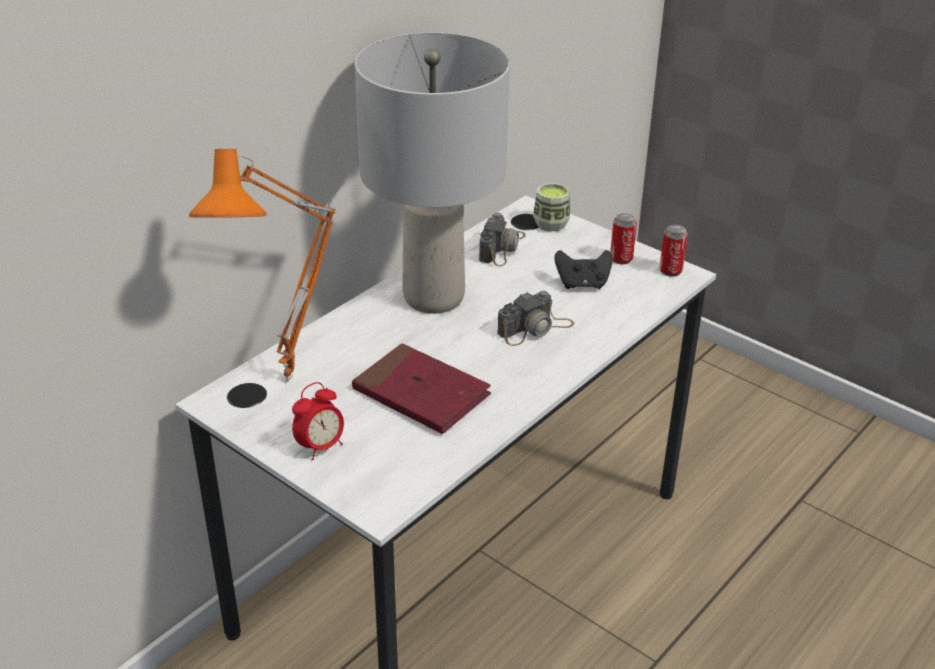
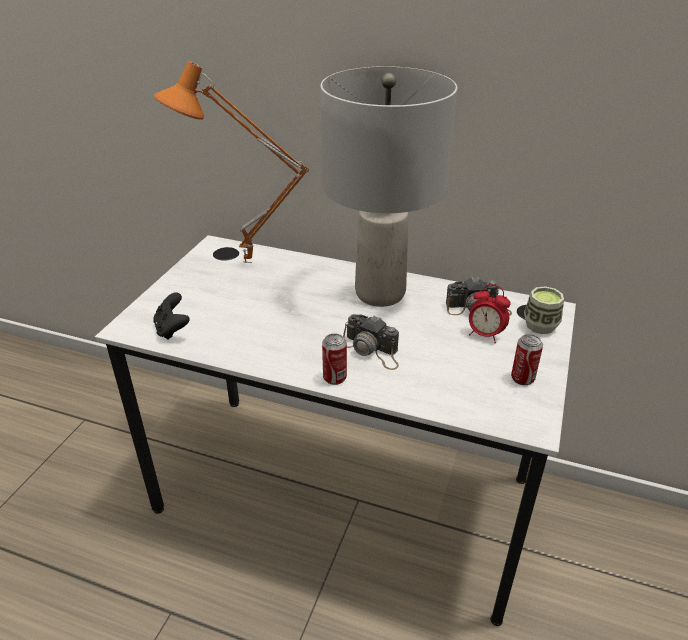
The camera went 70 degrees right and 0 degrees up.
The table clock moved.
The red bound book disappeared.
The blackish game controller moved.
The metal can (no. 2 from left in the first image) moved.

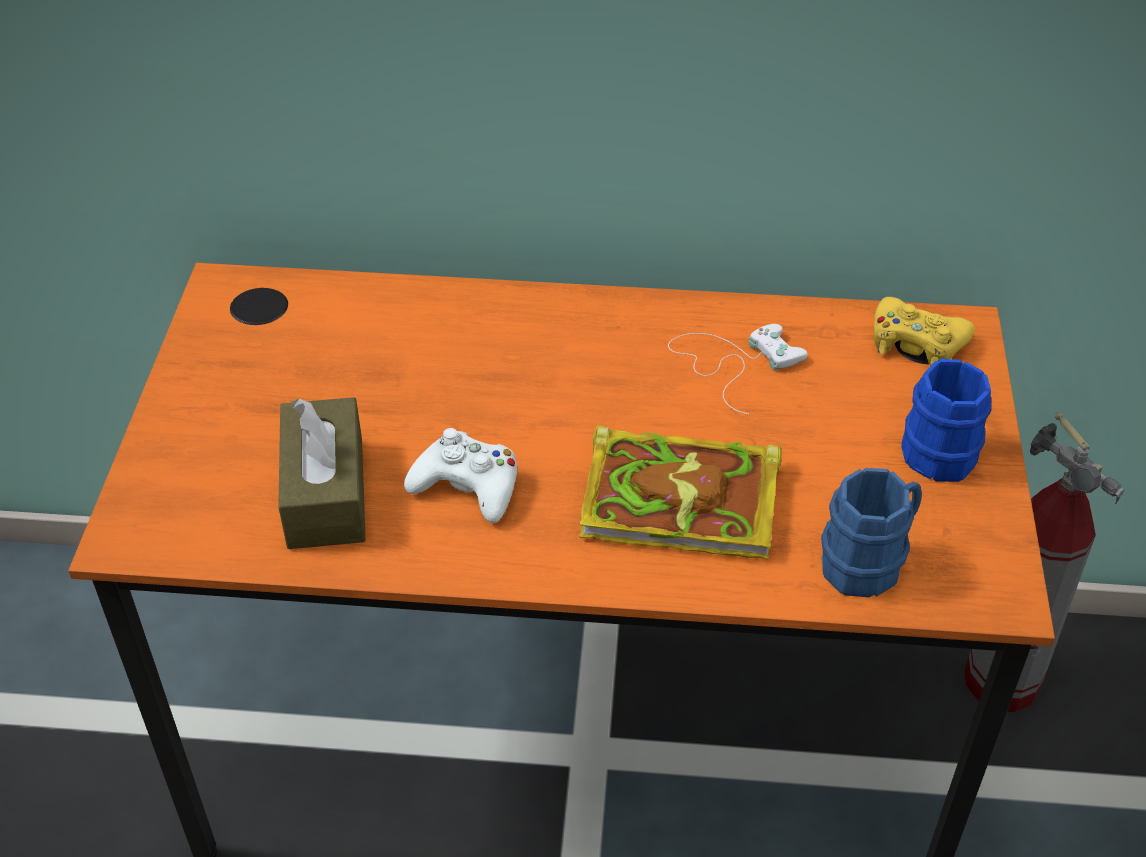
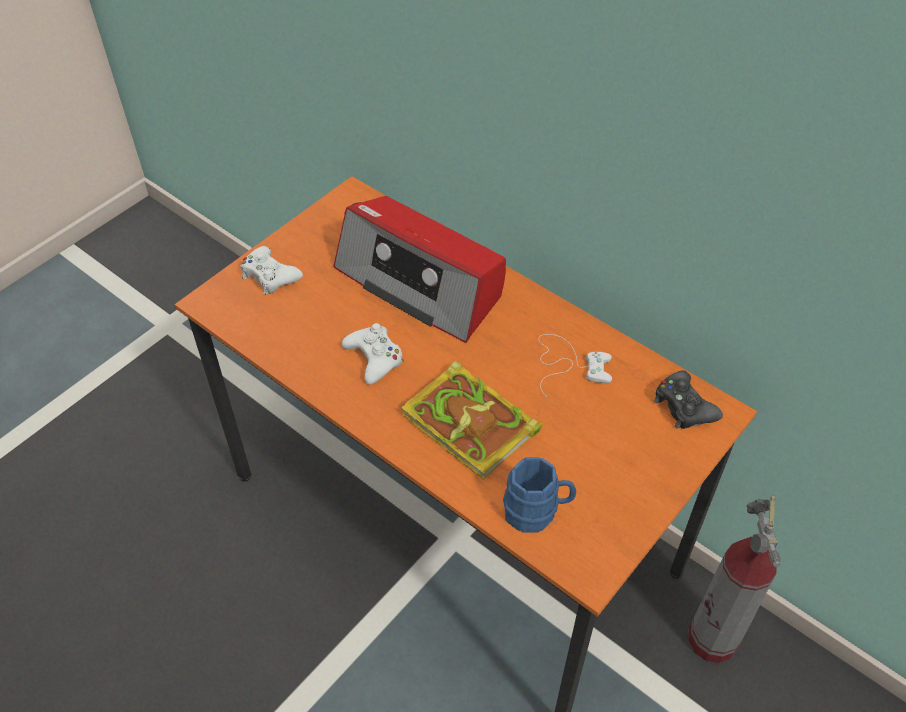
The camera went 35 degrees right and 5 degrees up.
The brownish tissue box disappeared.
The yellowish game controller became the blackish game controller.
The blue-coloured tea mug (no. 2 from left) disappeared.
The white game controller (no. 1 from left) appeared.
The radio receiver appeared.

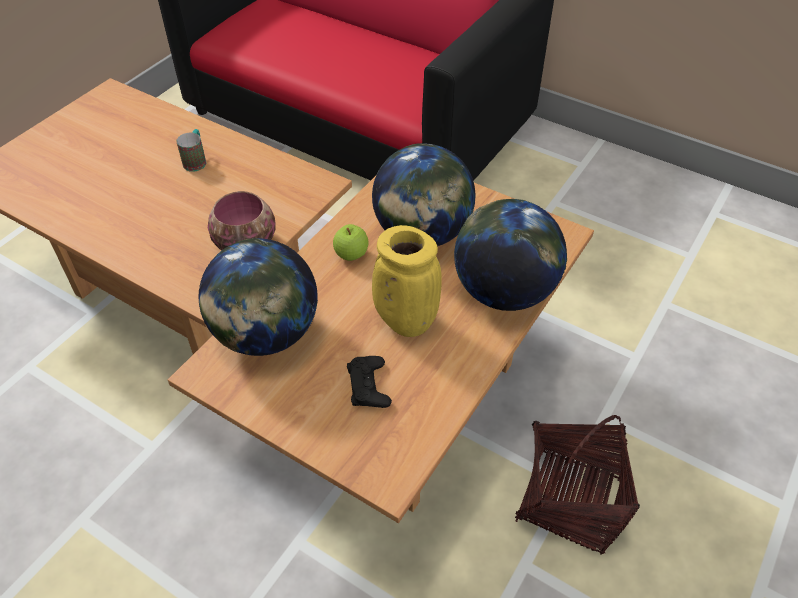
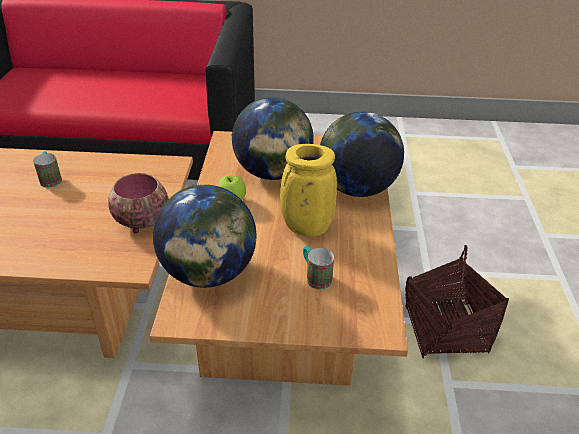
The camera went 30 degrees left and 10 degrees down.
The blackish game controller was replaced by the tea mug (no. 2 from left).

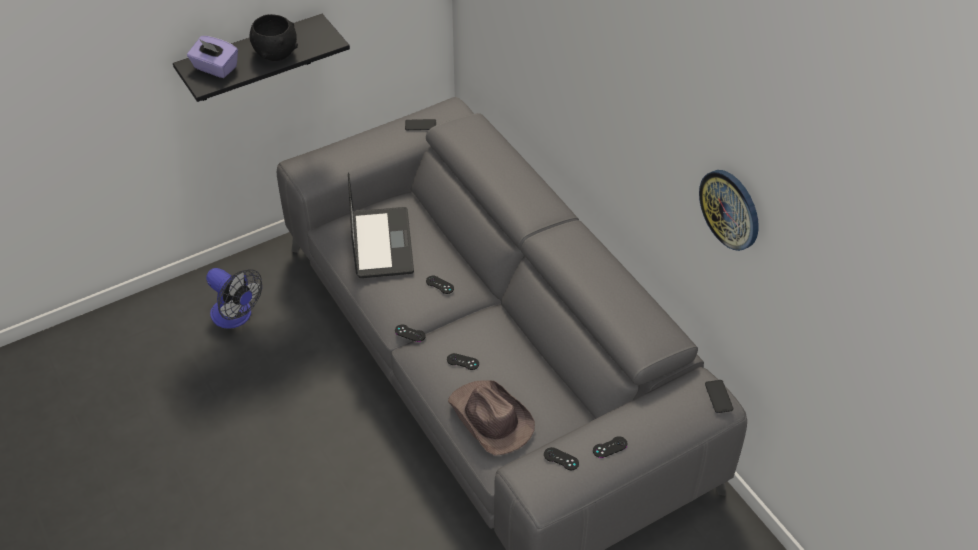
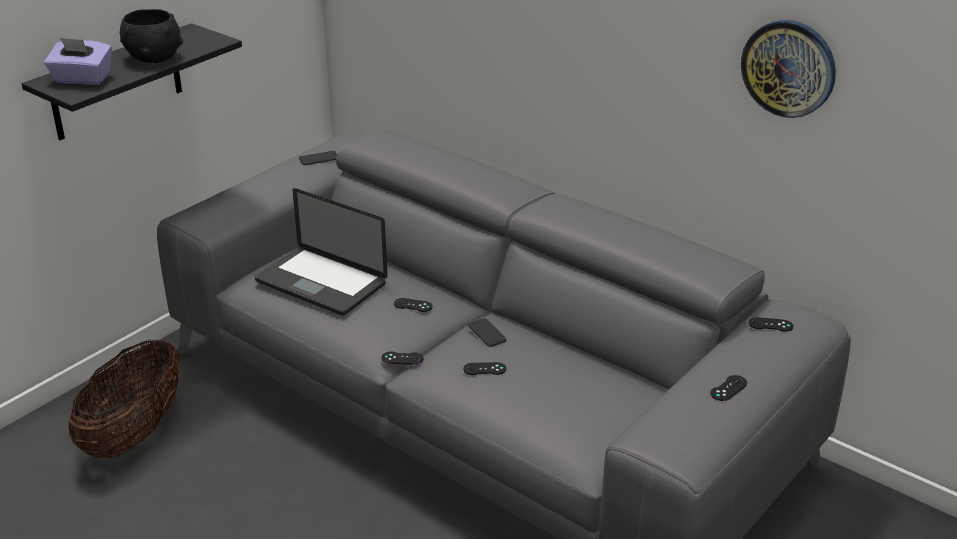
The camera went 20 degrees left and 15 degrees down.
The cooling fan was replaced by the storage basket.
The portable computer turned 150 degrees clockwise.
The brownish clothing hat disappeared.
The blackish game controller (no. 4 from left in the first image) moved.
The phone (no. 2 from left) moved.

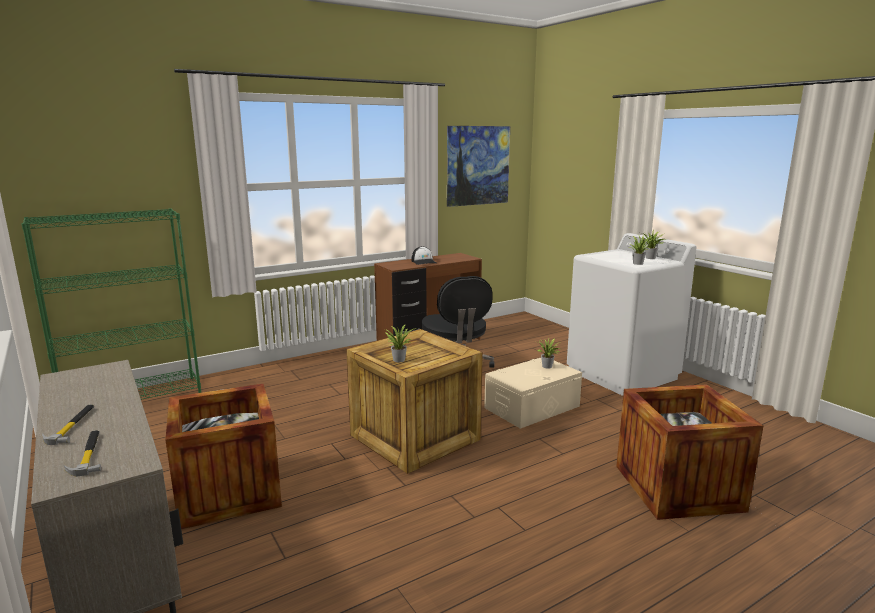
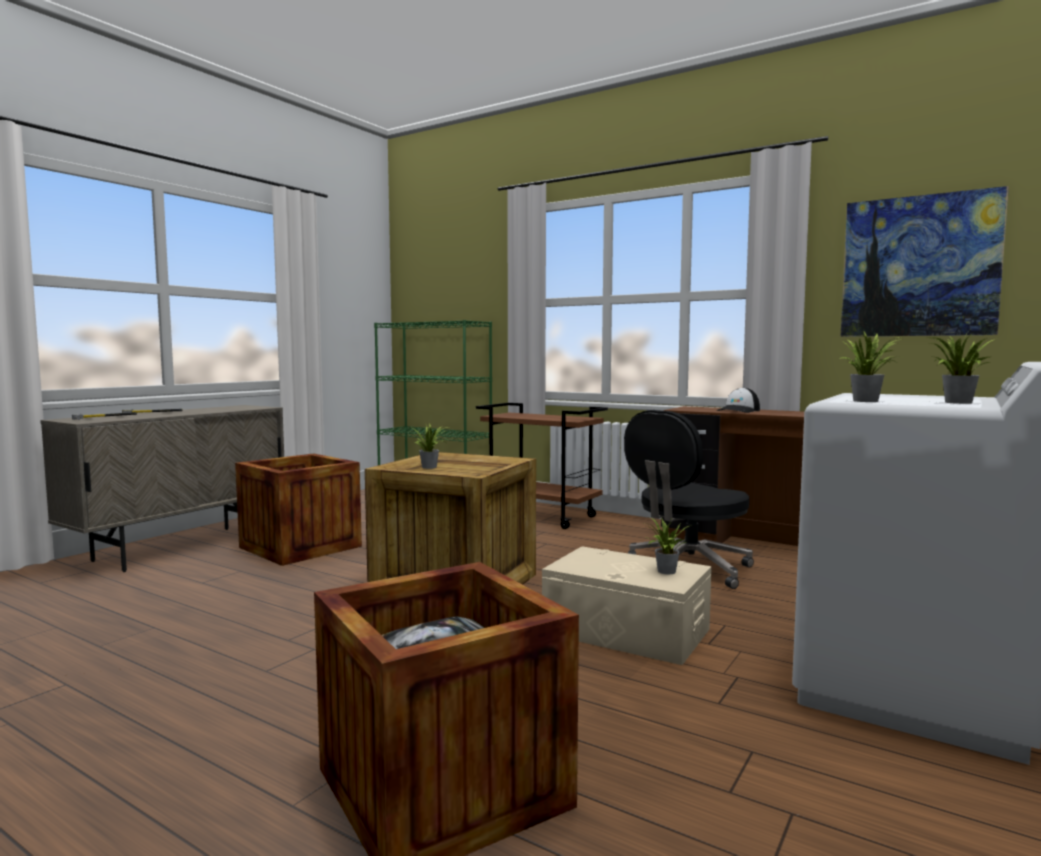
The camera went 65 degrees right and 10 degrees down.
The brownish wheeled cart appeared.

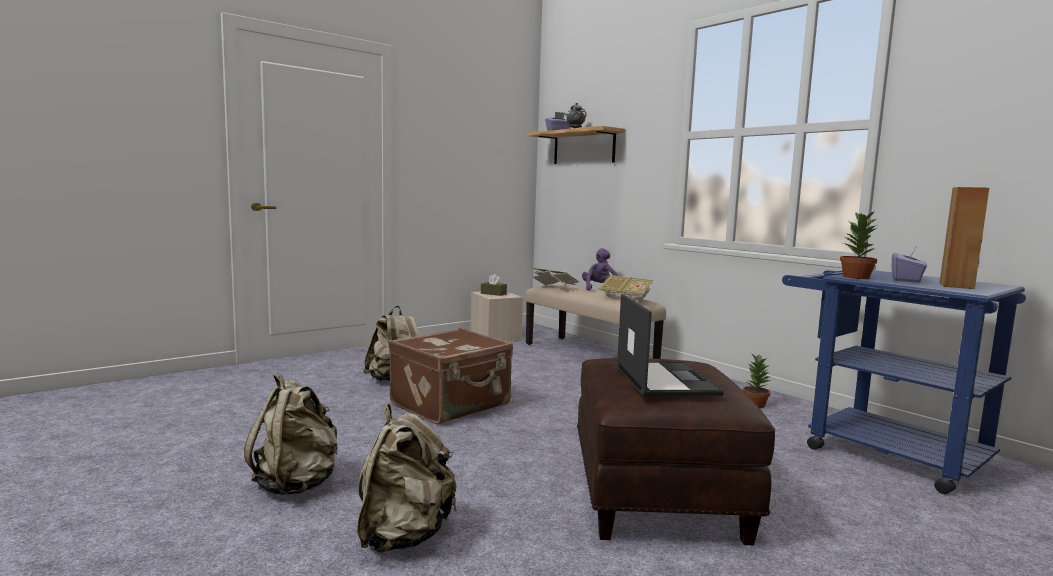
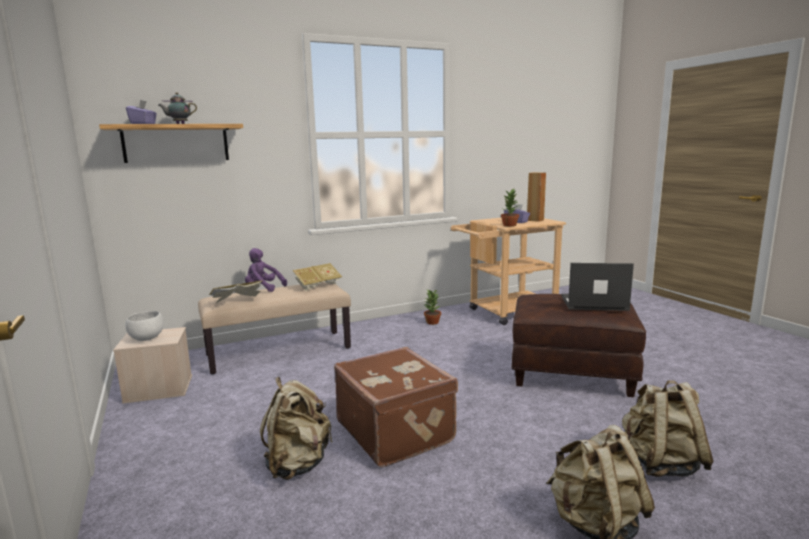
The camera went 75 degrees left and 5 degrees up.
The brownish tissue box was replaced by the white bowl.
The blue-coloured wheeled cart became the sand-coloured wheeled cart.

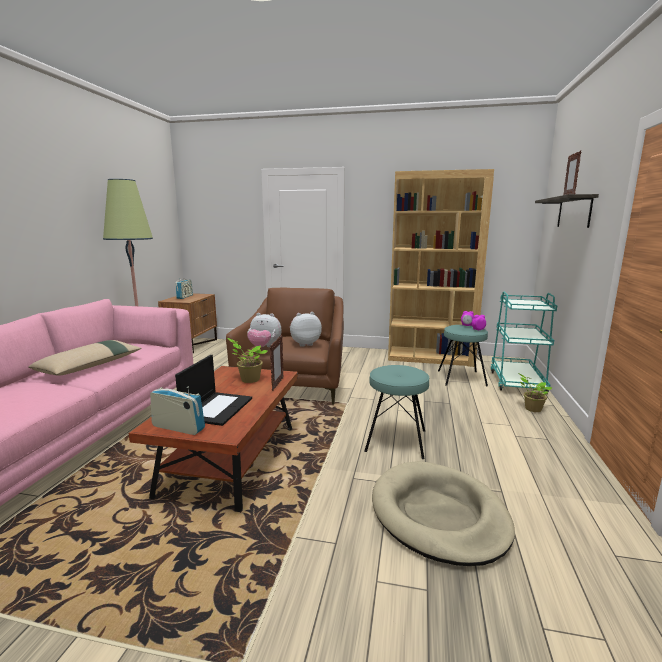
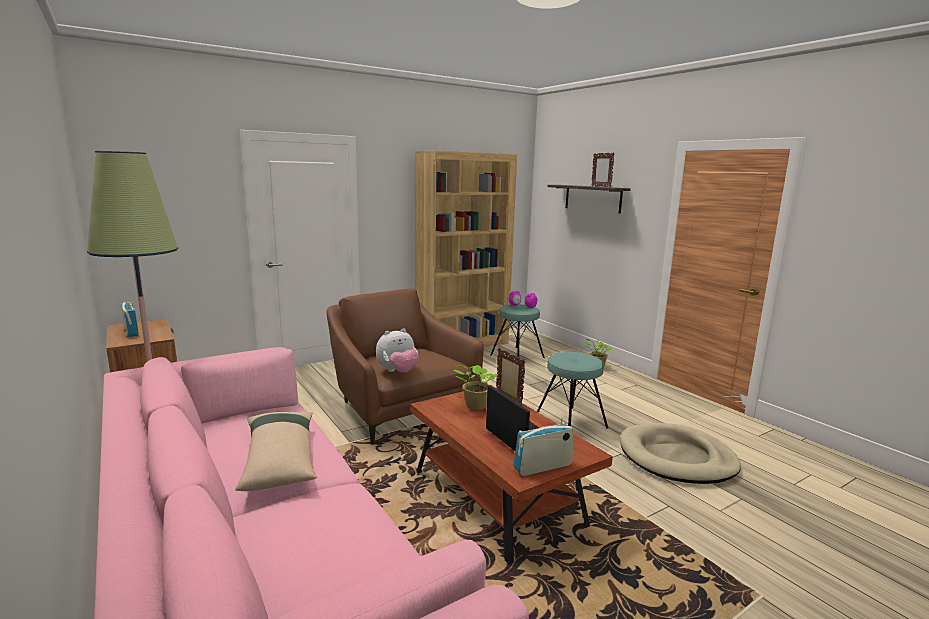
The camera went 45 degrees left and 0 degrees up.
The cuddly toy (no. 2 from left) disappeared.
The turquoise-coloured wheeled cart disappeared.

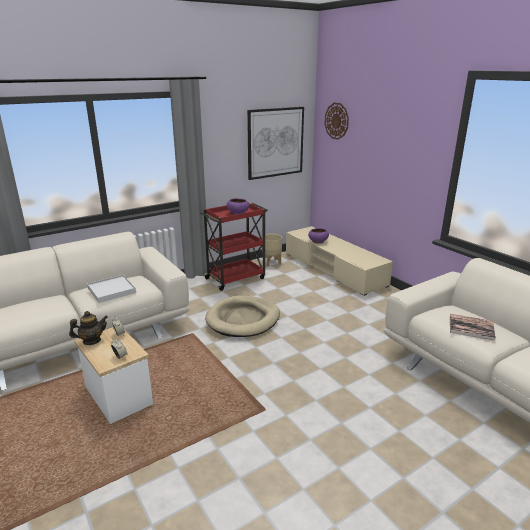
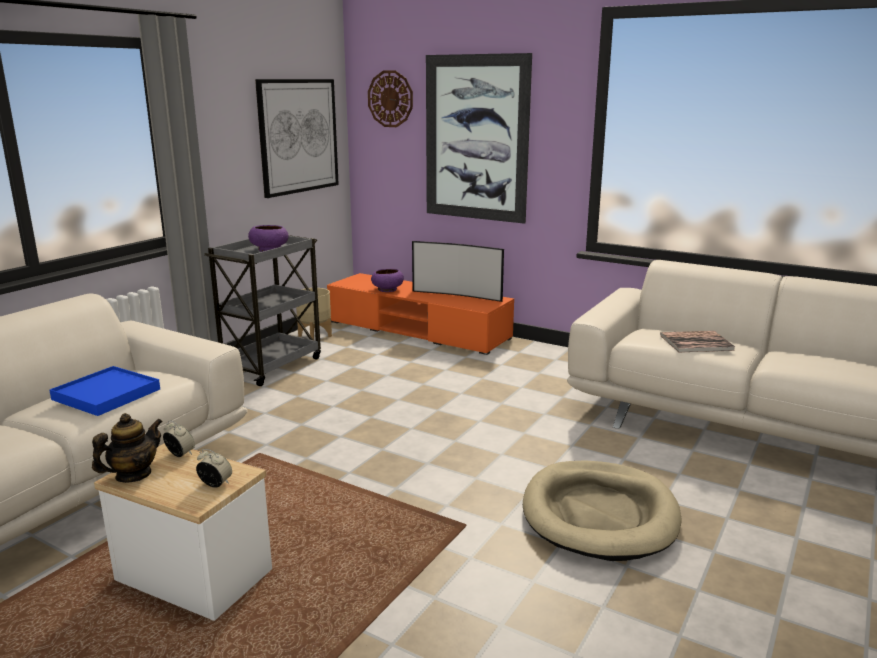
The camera went 25 degrees left and 5 degrees down.
The white tray became the blue-coloured tray.
The red wheeled cart became the grey wheeled cart.
The sand-coloured dog bed moved.
The sand-coloured tv stand became the orange tv stand.
The television appeared.
The wall picture (no. 2 from left) appeared.

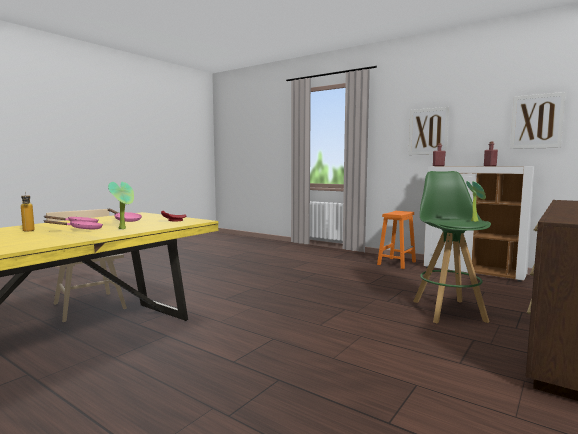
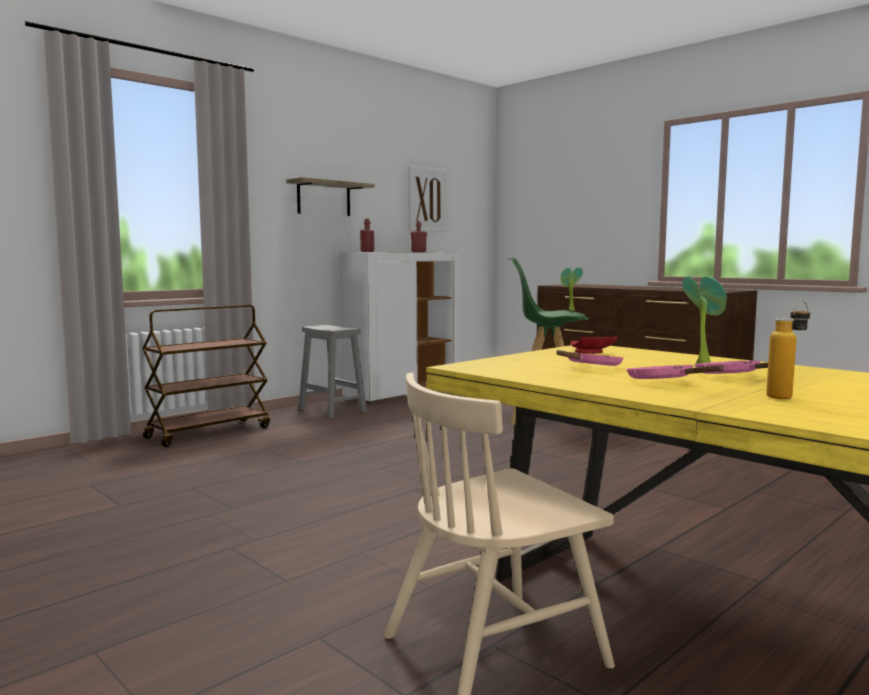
The camera went 80 degrees left and 0 degrees up.
The orange stool became the grey stool.
The wall picture (no. 1 from left) was replaced by the shelf.
The brownish wheeled cart appeared.

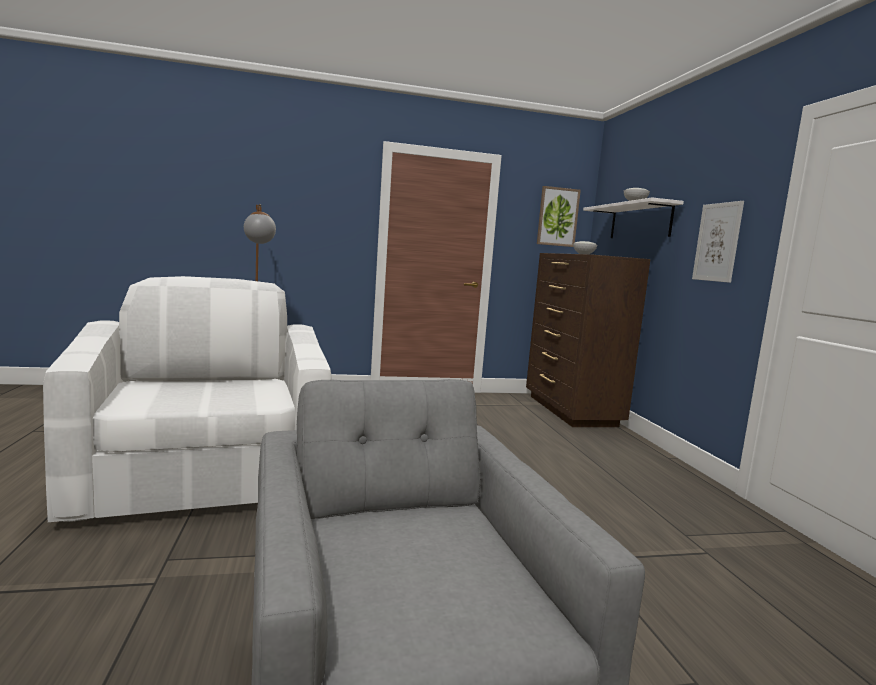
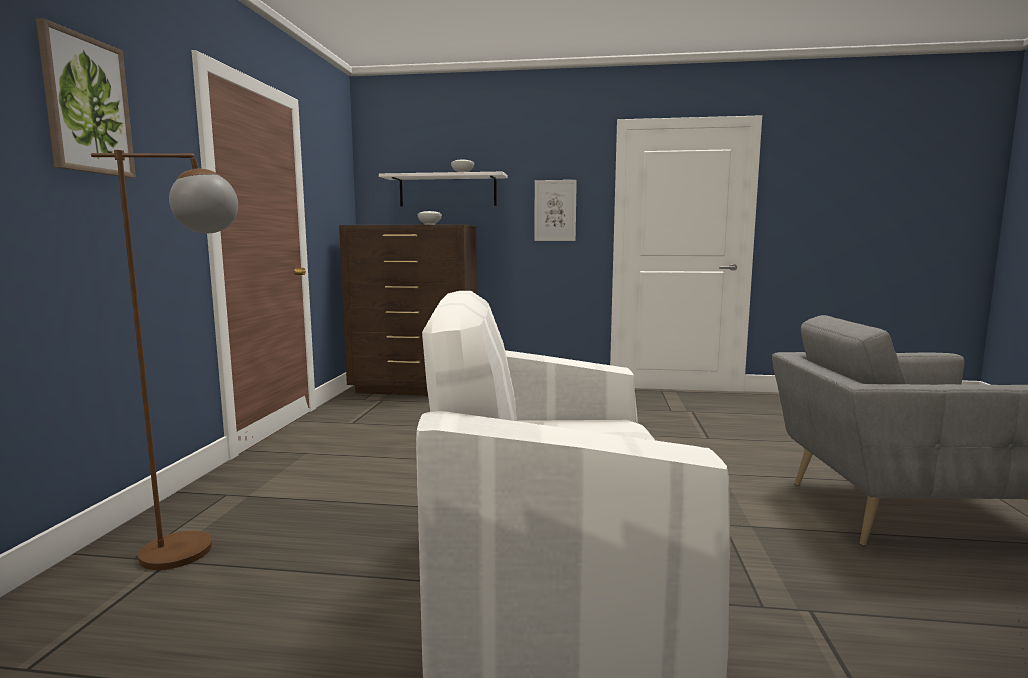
The camera went 70 degrees left and 0 degrees up.
The wall picture (no. 1 from left) moved.

